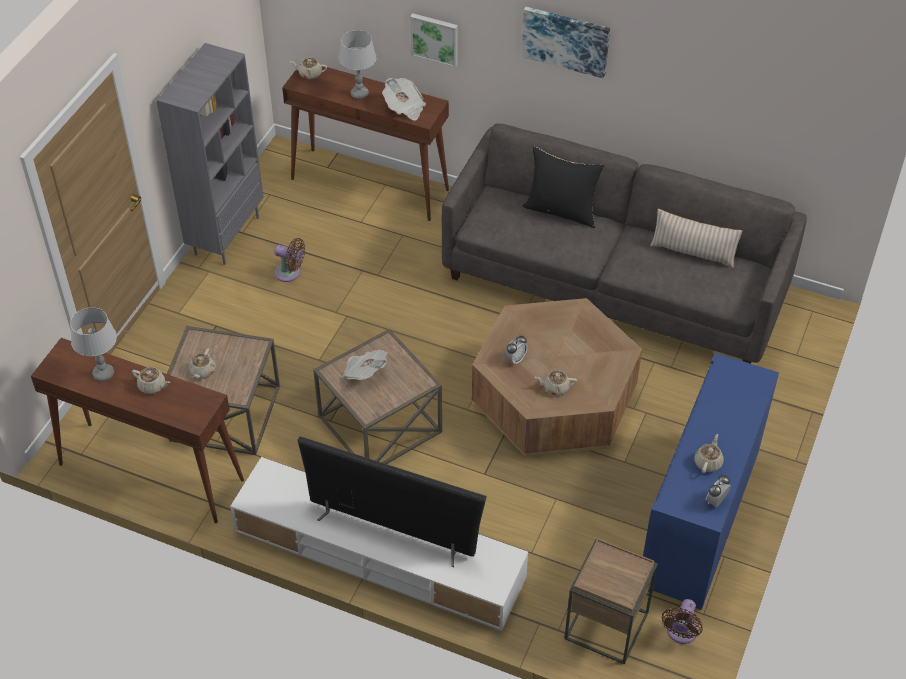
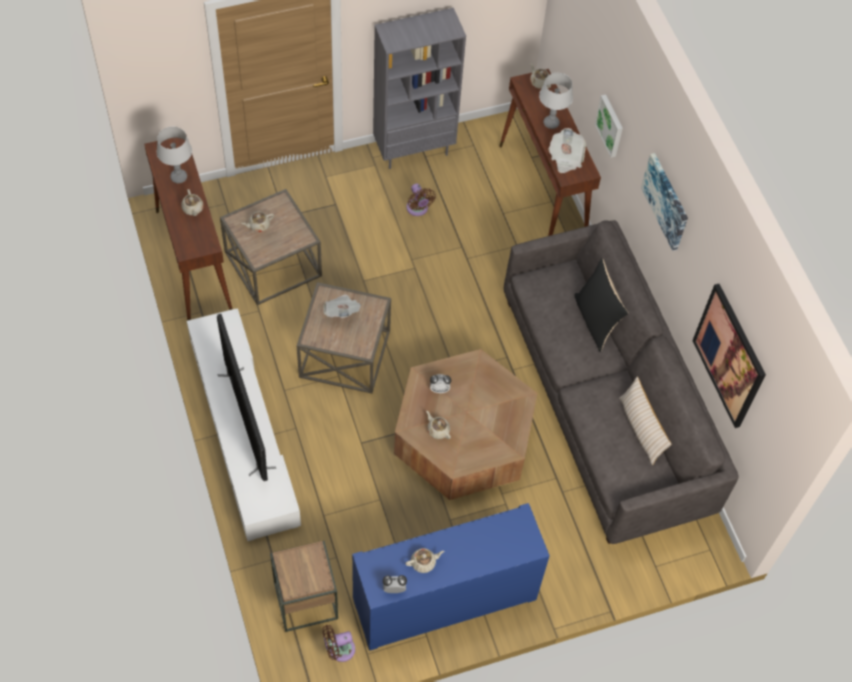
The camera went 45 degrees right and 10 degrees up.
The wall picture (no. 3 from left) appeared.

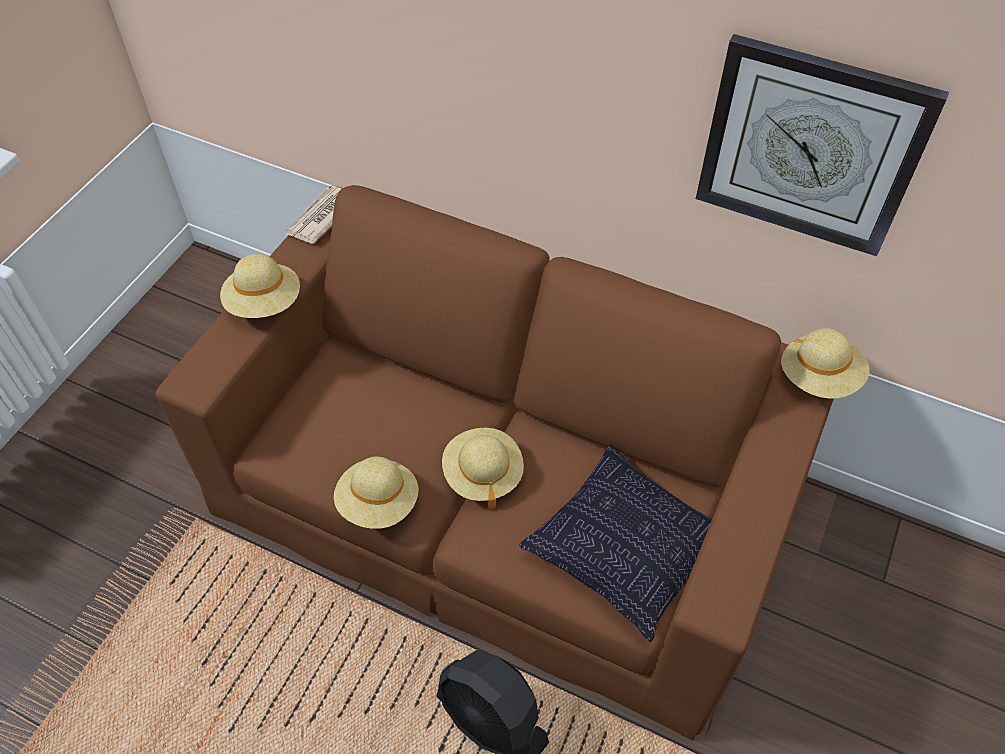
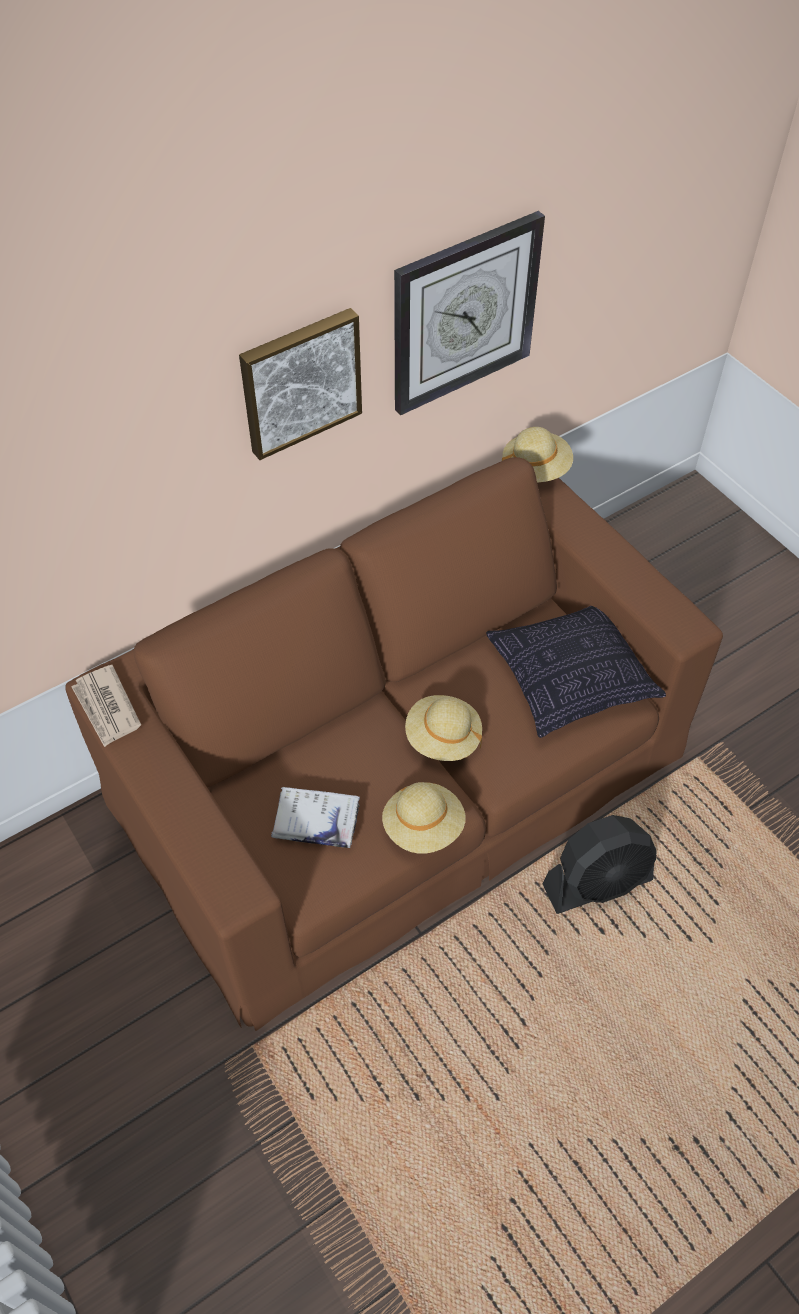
The camera went 60 degrees left and 0 degrees up.
The sand-coloured clothing hat (no. 1 from left) disappeared.
The wall picture appeared.
The white bound book appeared.

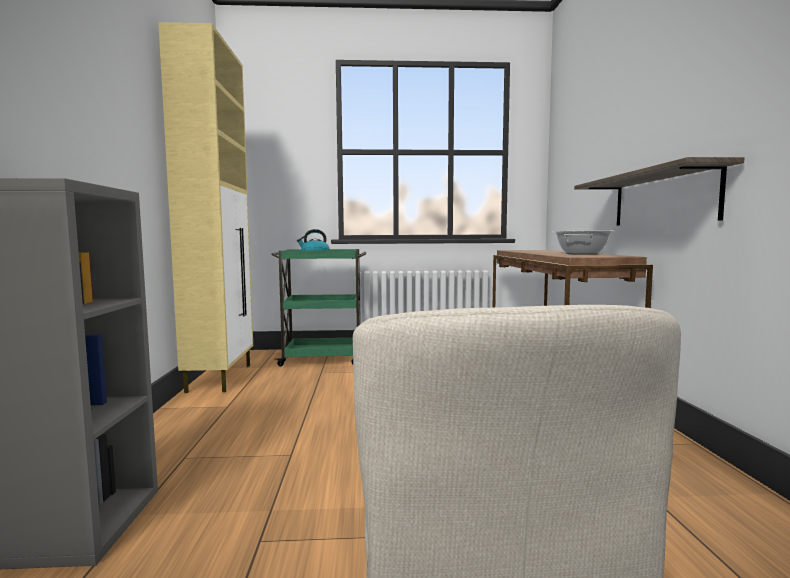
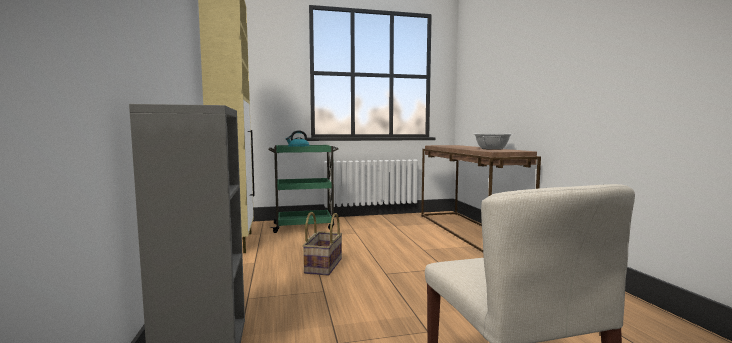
The camera went 10 degrees left and 0 degrees up.
The shelf disappeared.
The storage basket appeared.

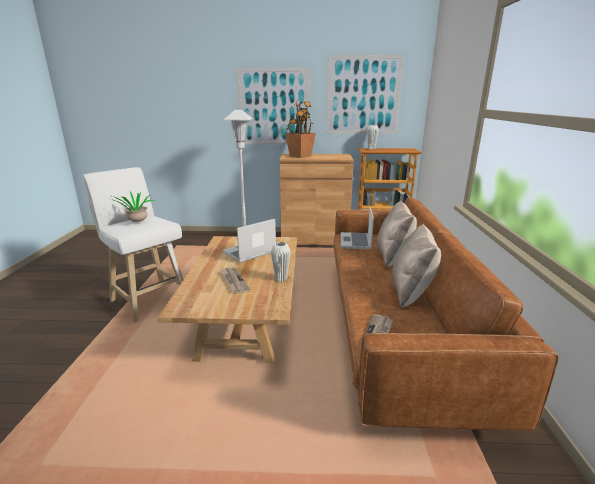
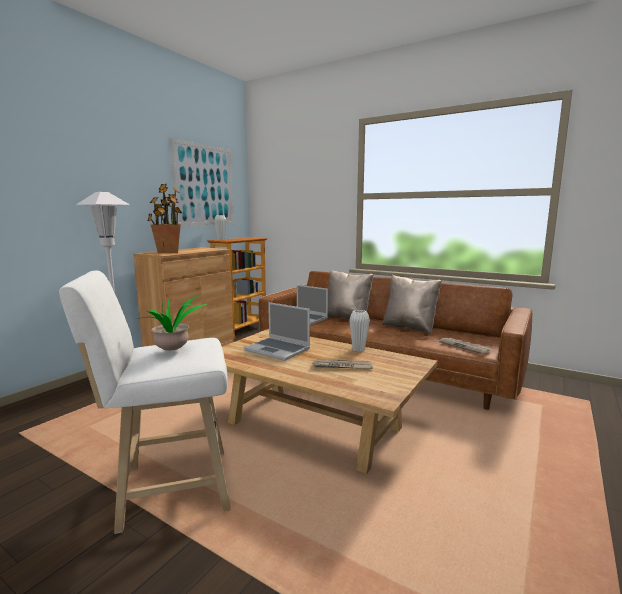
The camera went 60 degrees left and 10 degrees down.
The portable computer (no. 1 from left) turned 45 degrees counterclockwise.
The wall picture (no. 1 from left) disappeared.

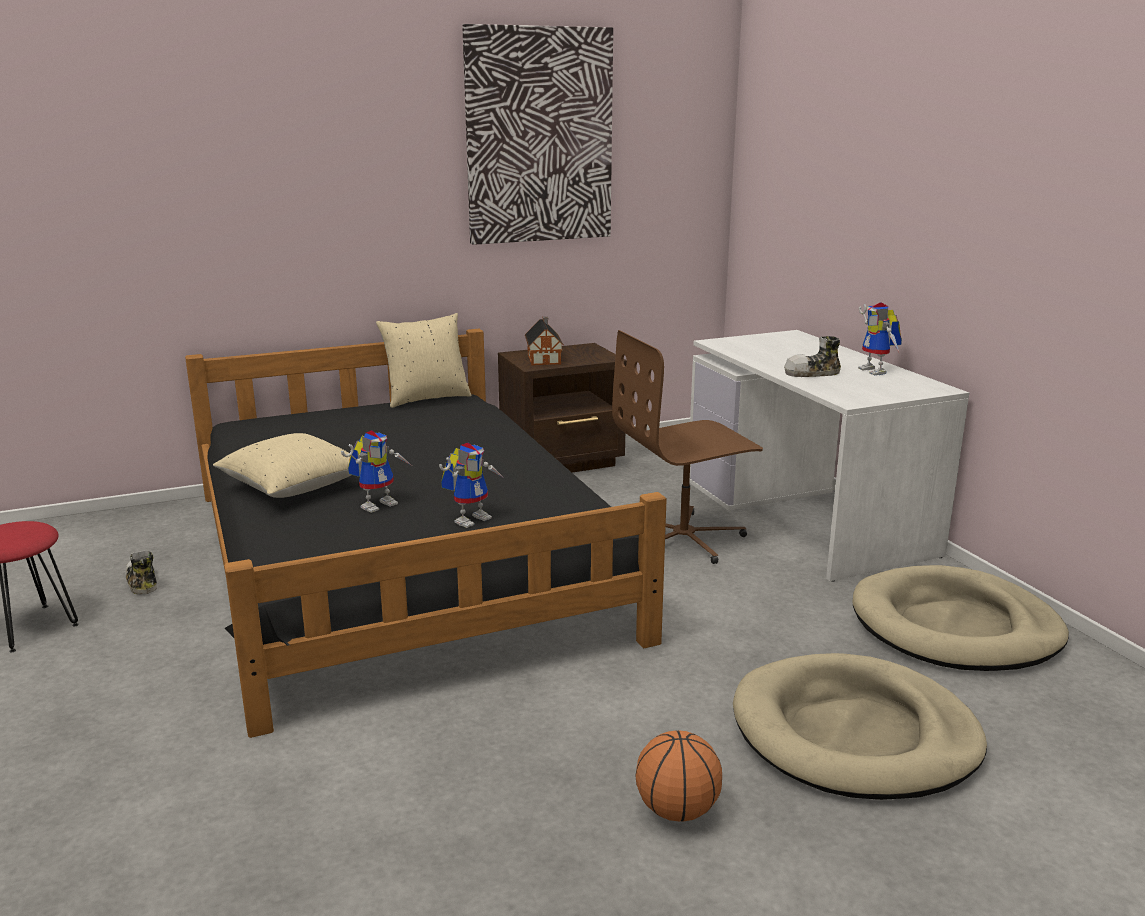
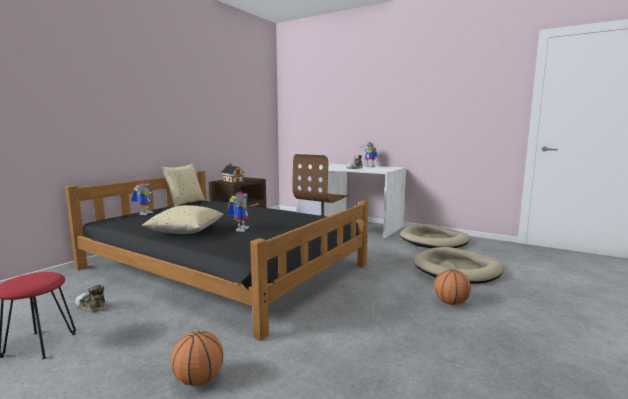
The camera went 35 degrees left and 10 degrees down.
The model robot (no. 2 from left in the first image) moved.
The wall picture disappeared.
The basketball ball (no. 1 from left) appeared.

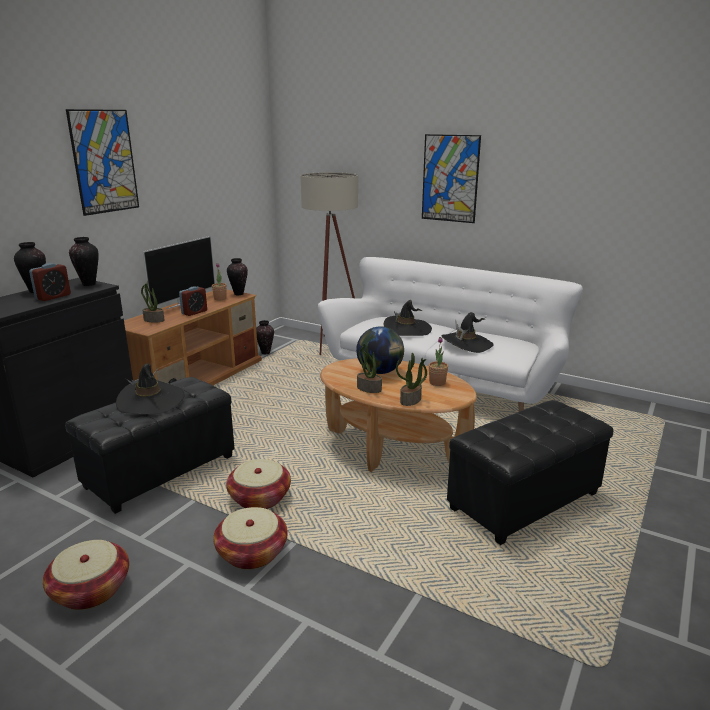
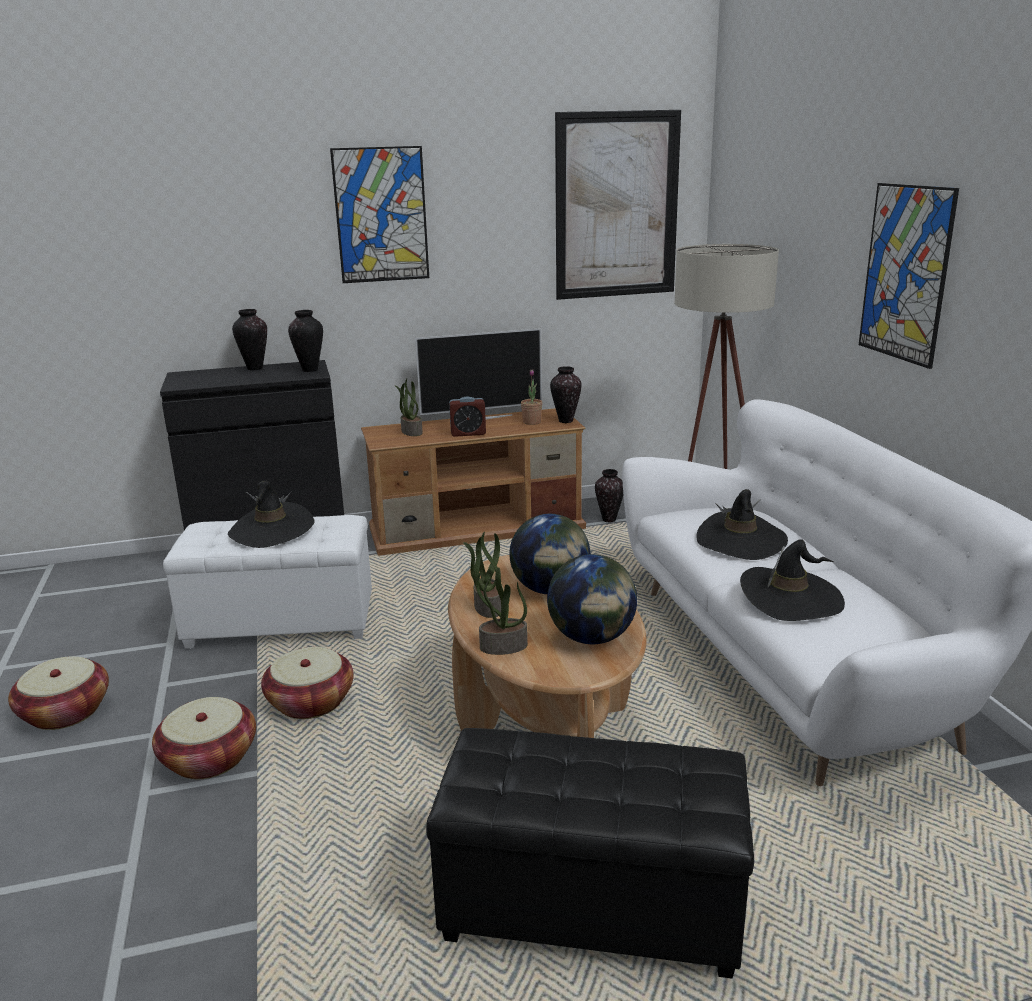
The camera went 45 degrees right and 0 degrees up.
The table clock (no. 1 from left) disappeared.
The blackish ottoman (no. 1 from left) became the white ottoman.
The potted plant (no. 5 from left) was replaced by the globe (no. 2 from left).
The wall picture (no. 2 from left) appeared.

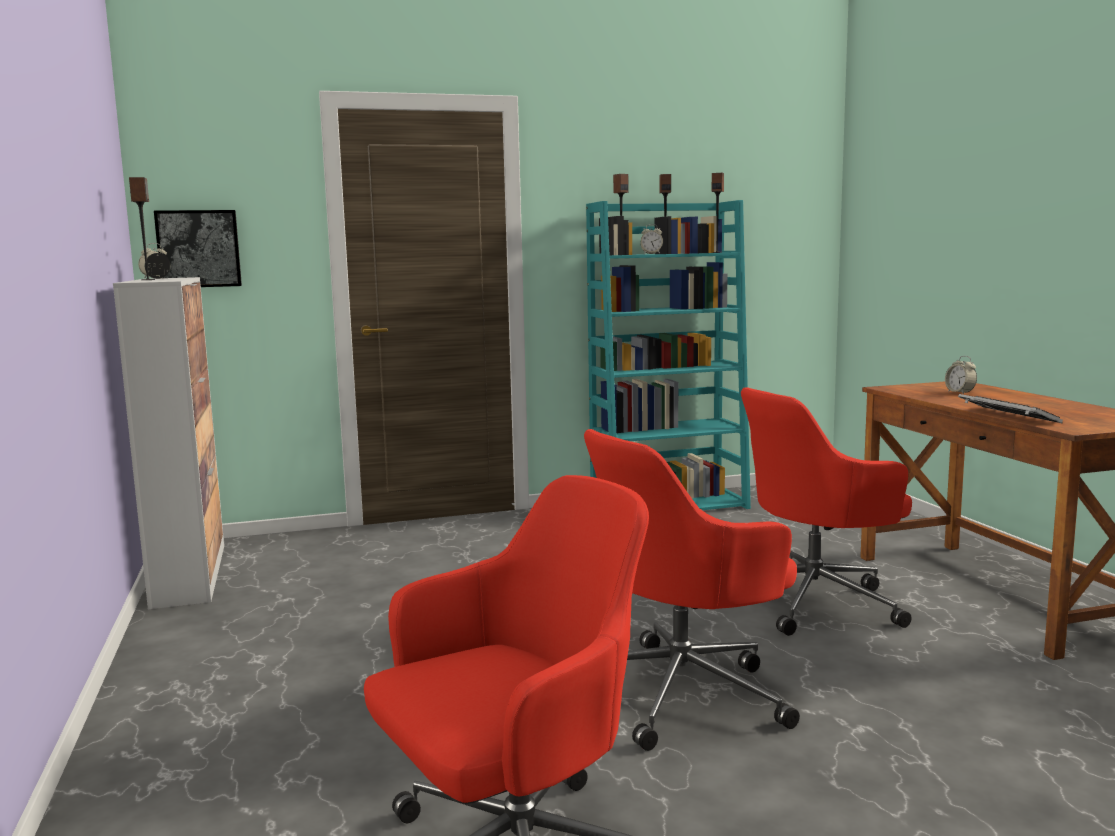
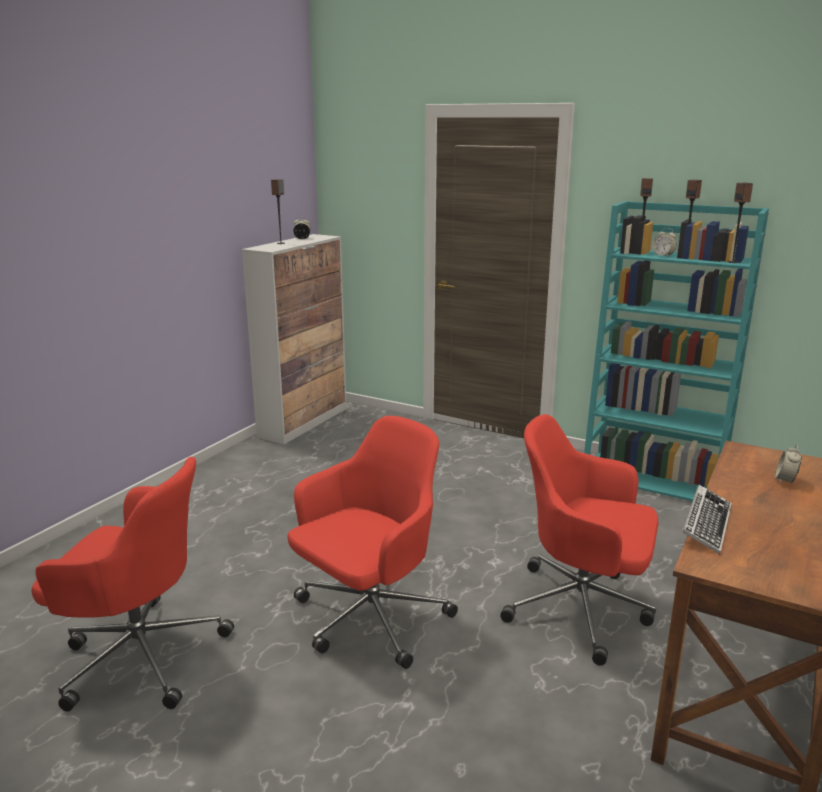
The camera went 45 degrees right and 10 degrees up.
The wall picture disappeared.
The red office chair (no. 2 from left) turned 120 degrees clockwise.

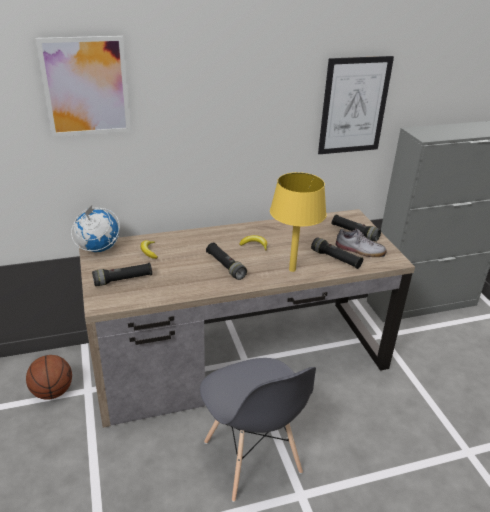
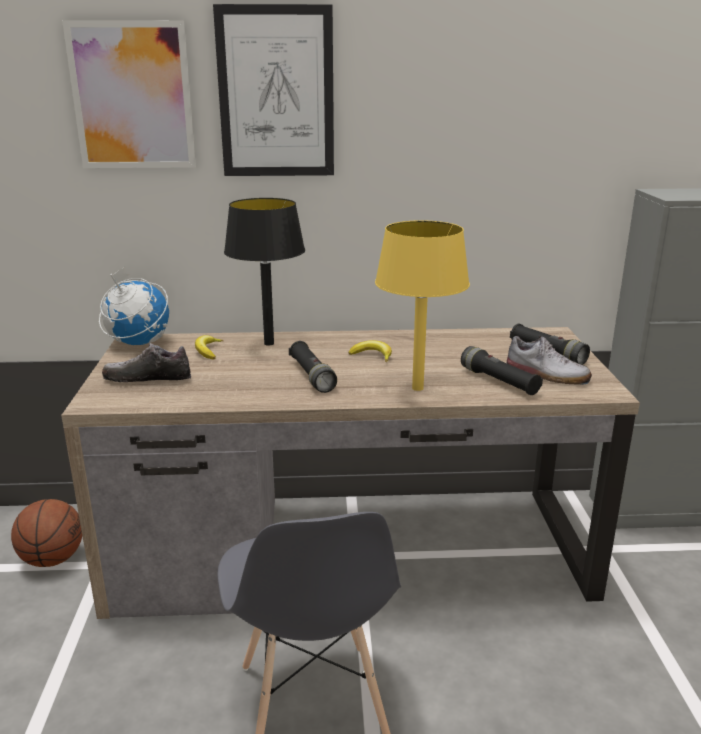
The camera went 15 degrees right and 10 degrees down.
The blackish flashlight (no. 1 from left) was replaced by the item of footwear (no. 1 from left).
The wall picture (no. 2 from left) moved.
The blackish lamp for a table appeared.

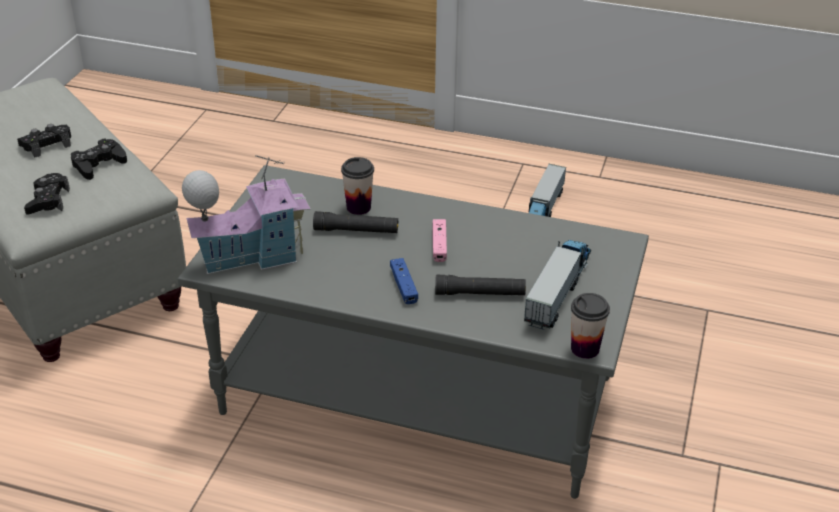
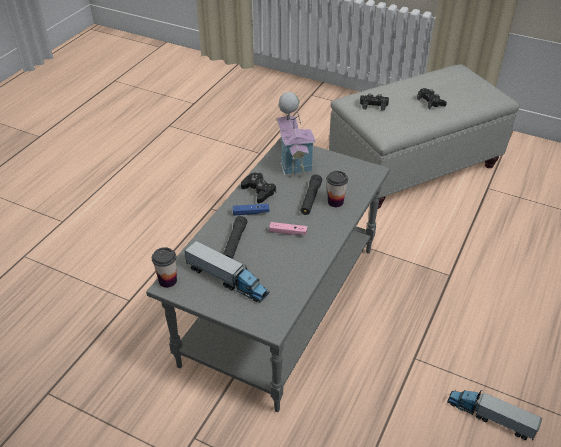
The camera went 100 degrees right and 5 degrees up.
The blackish game controller (no. 3 from left in the first image) moved.

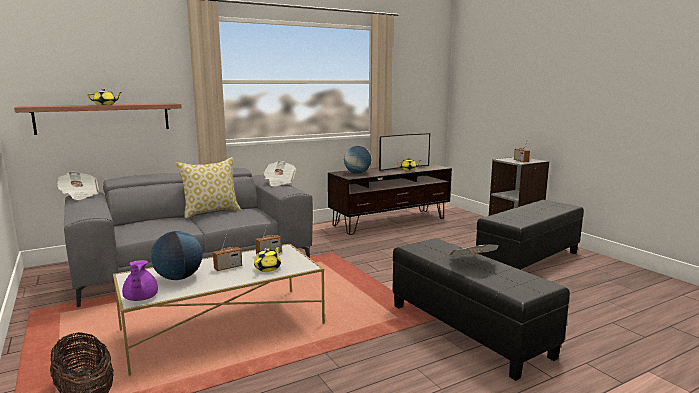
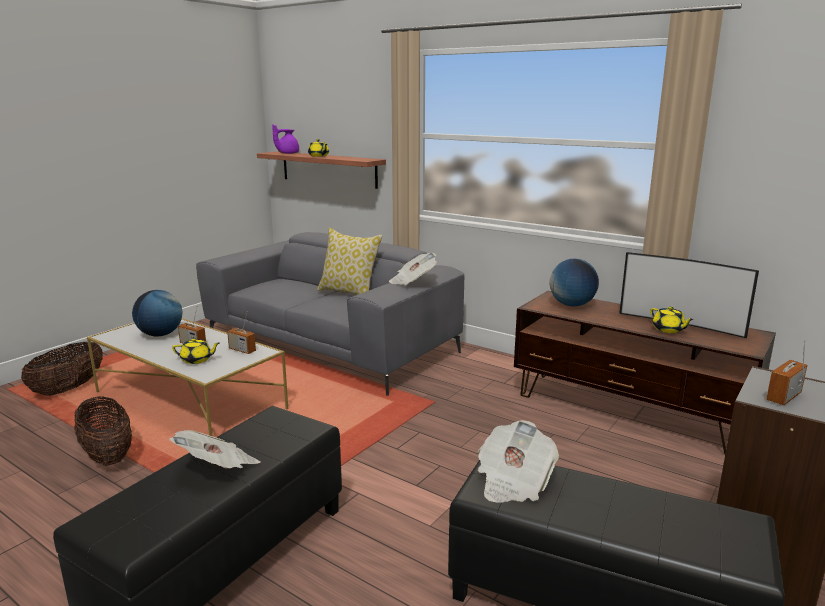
The camera went 65 degrees right and 5 degrees up.
The printed paper (no. 1 from left in the first image) moved.
The purple-coloured pot for tea moved.
The storage basket (no. 2 from left) appeared.

